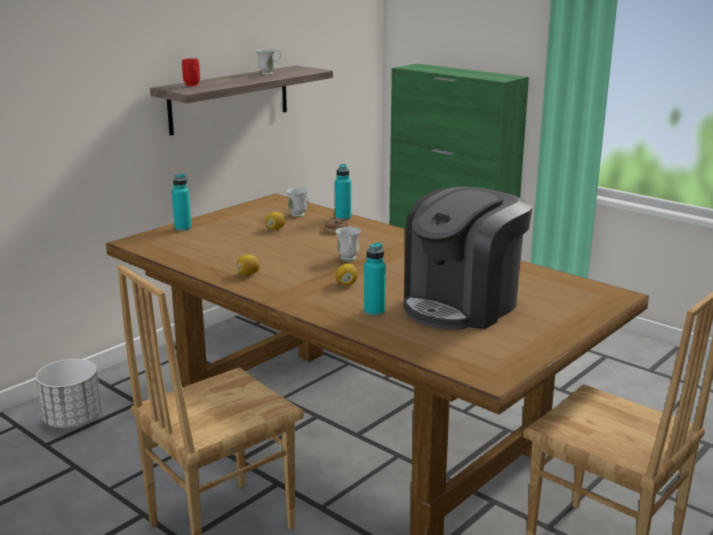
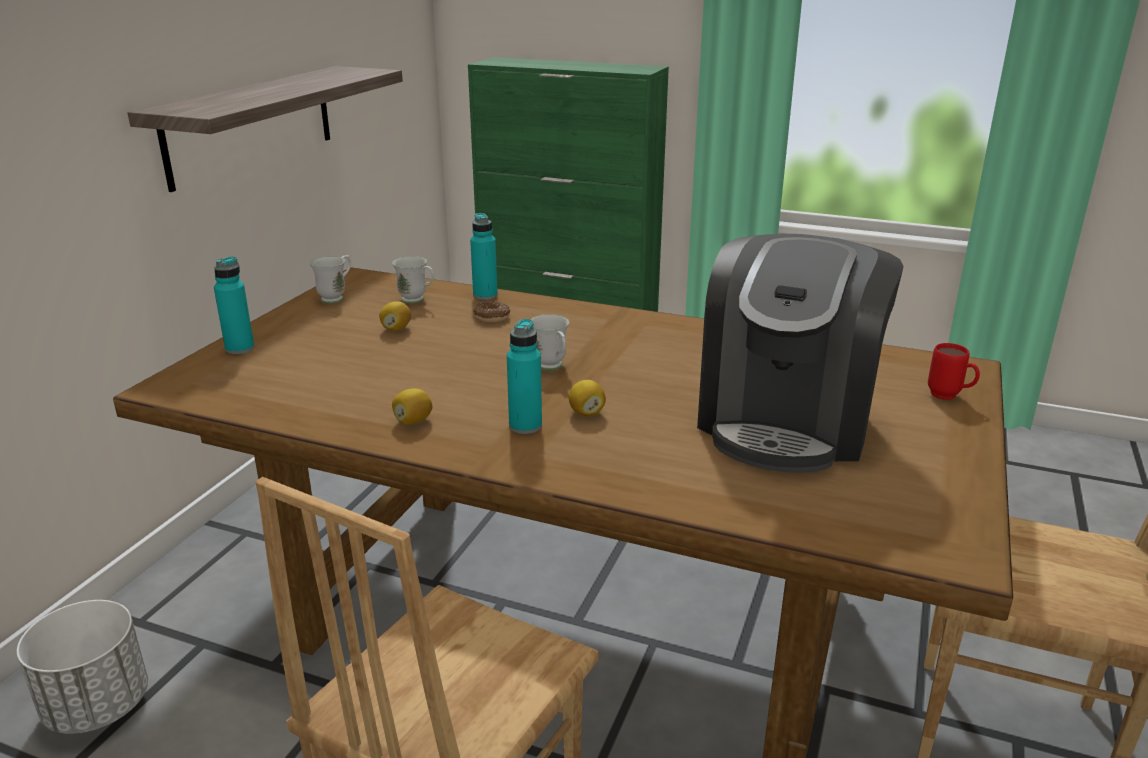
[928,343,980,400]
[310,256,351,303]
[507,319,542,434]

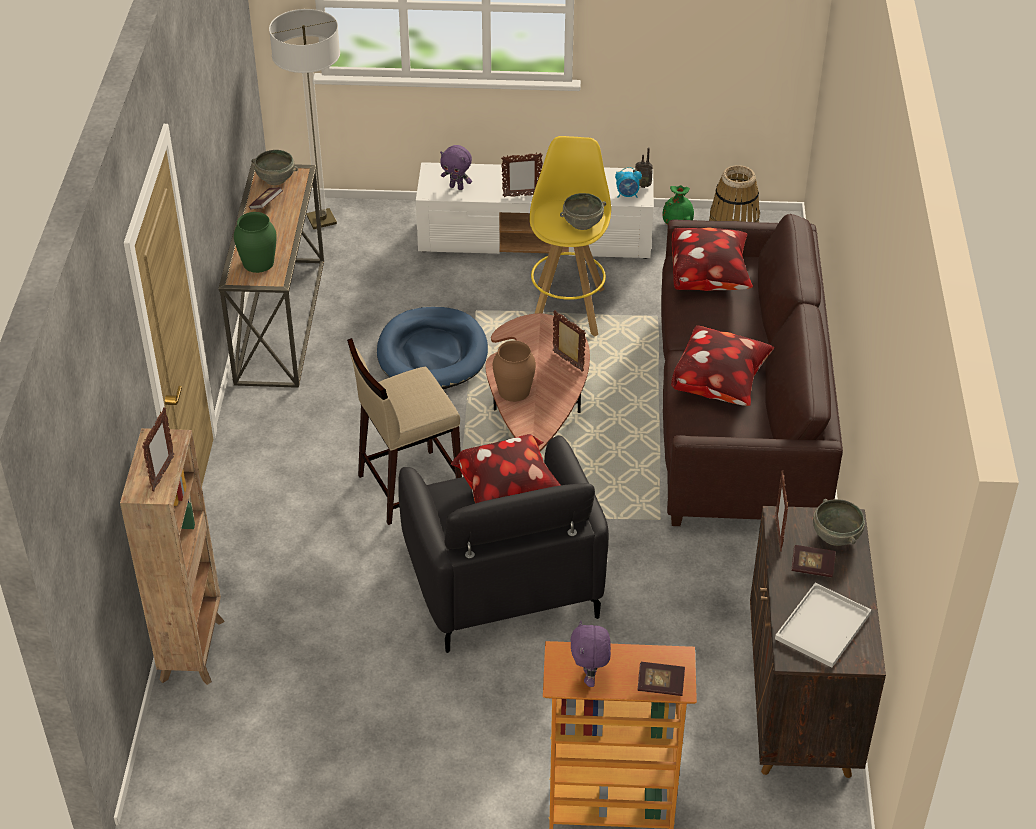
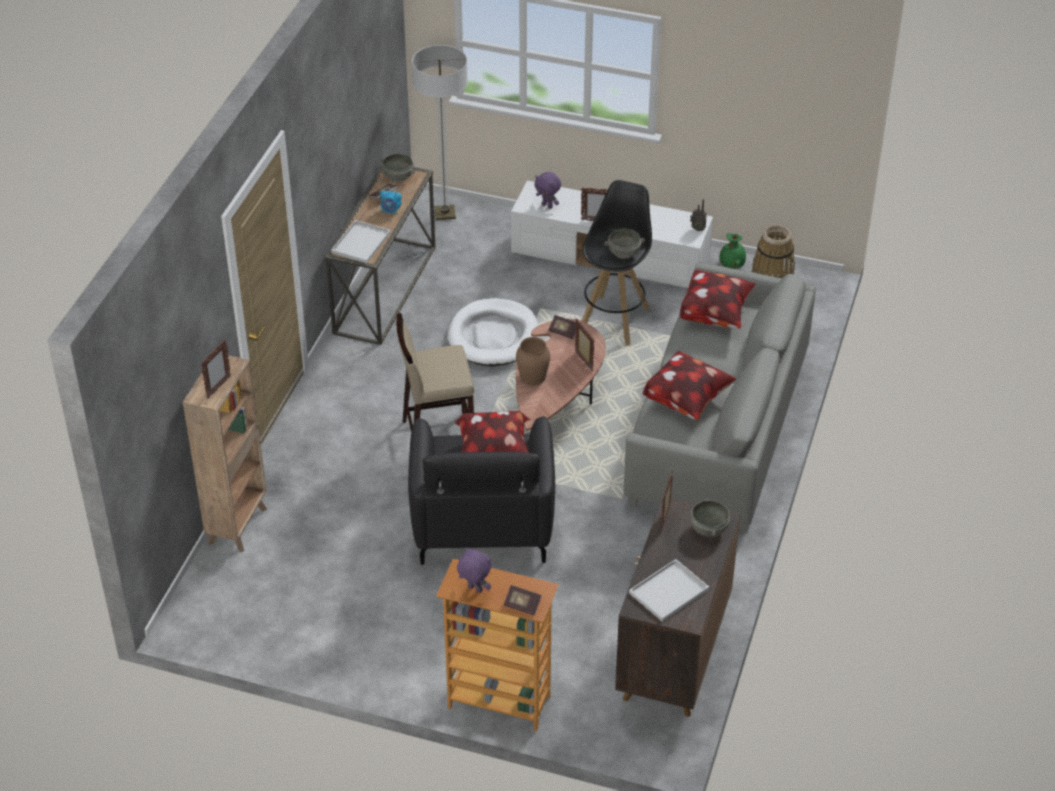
[331,220,391,263]
[448,298,538,366]
[582,180,652,346]
[457,547,492,593]
[380,188,402,215]
[624,262,816,532]
[548,315,576,339]

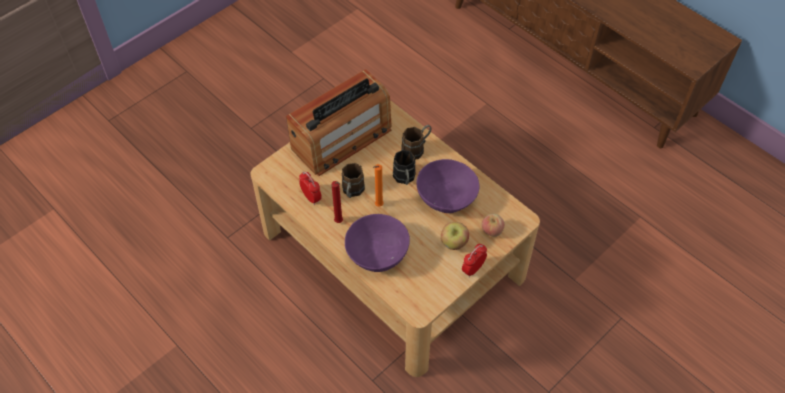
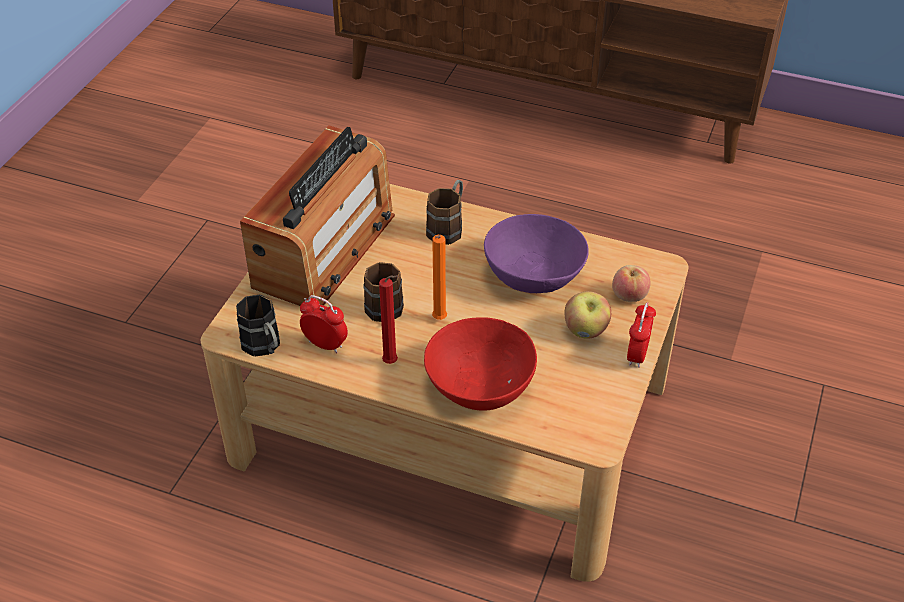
[424,317,537,410]
[236,295,280,357]

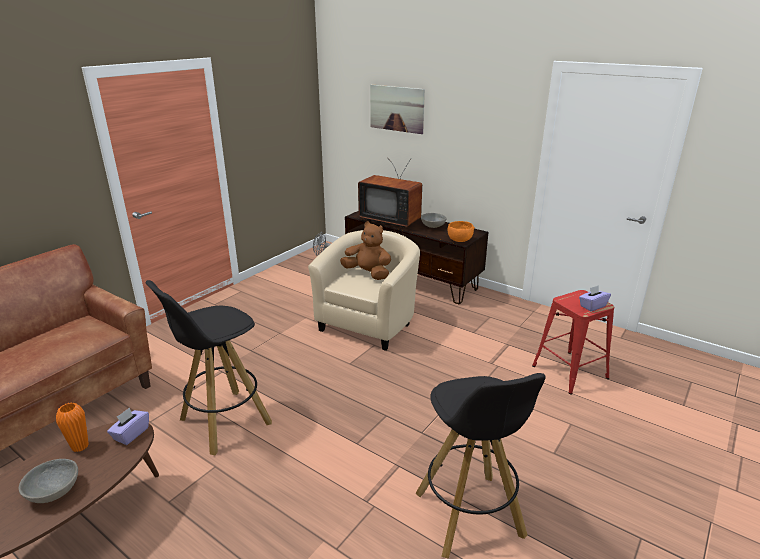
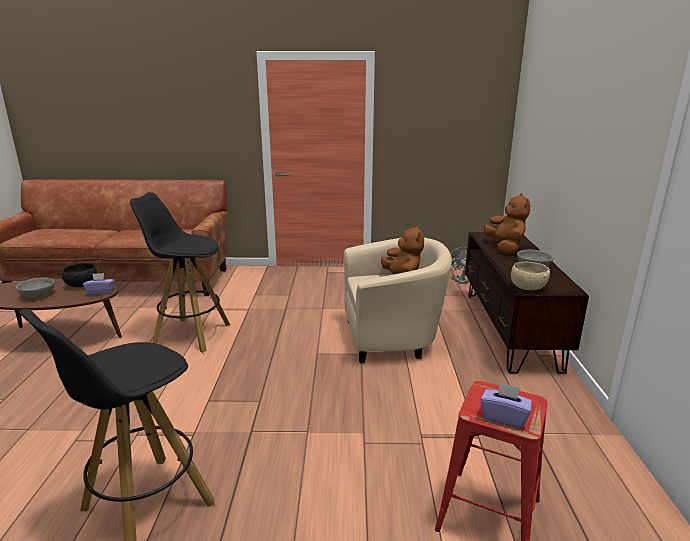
[62,263,97,287]
[484,193,530,254]
[370,84,425,134] (first image)
[511,262,550,290]

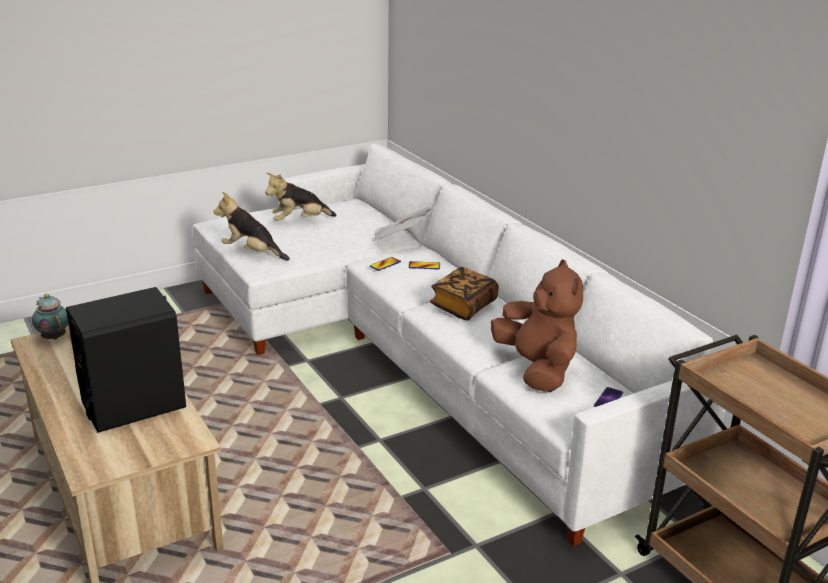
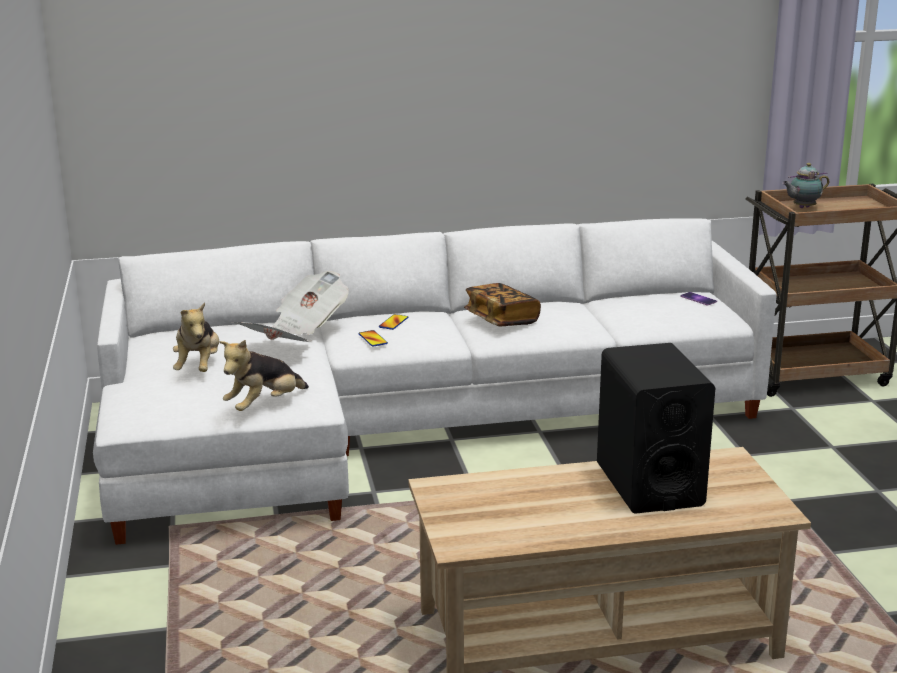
[782,163,829,208]
[491,259,583,392] (first image)
[230,322,311,342]

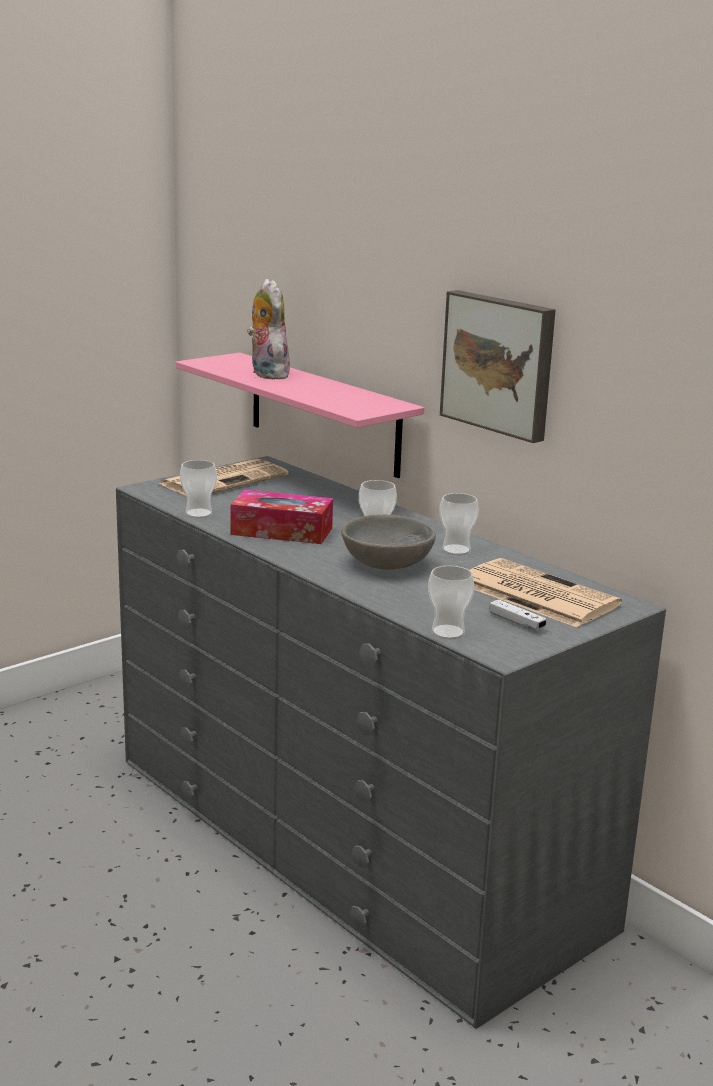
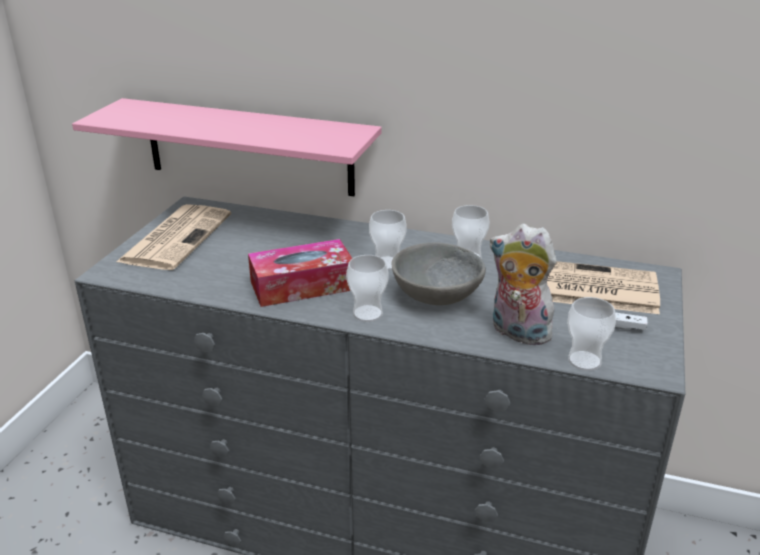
[346,255,389,322]
[489,224,557,345]
[440,290,556,443] (first image)

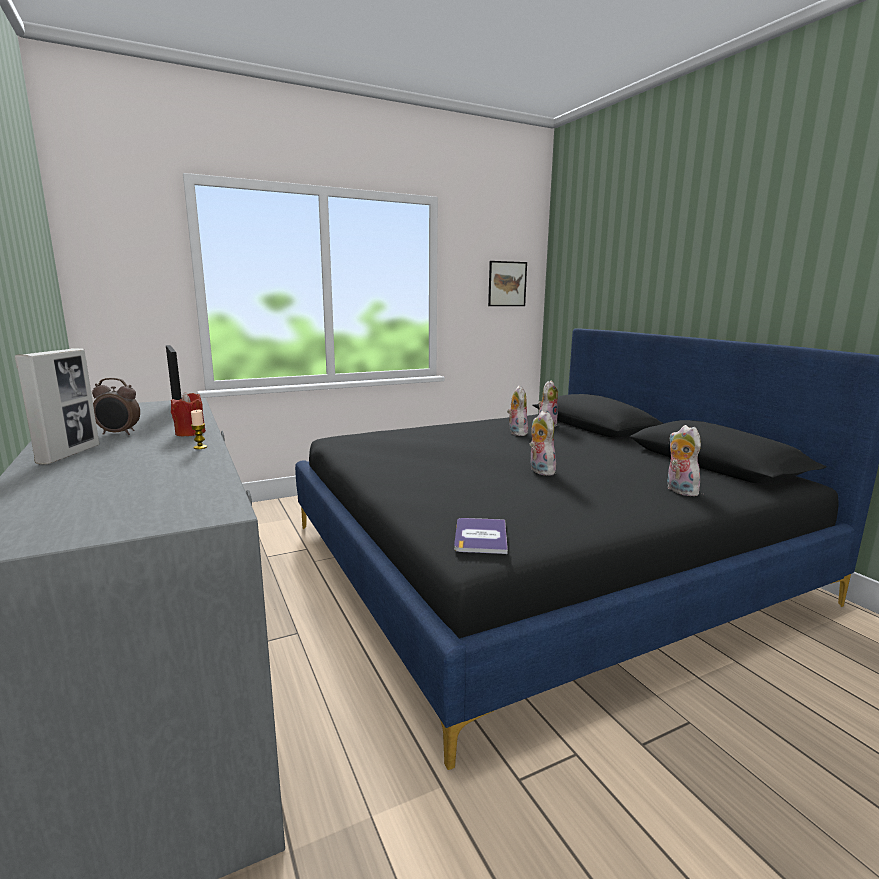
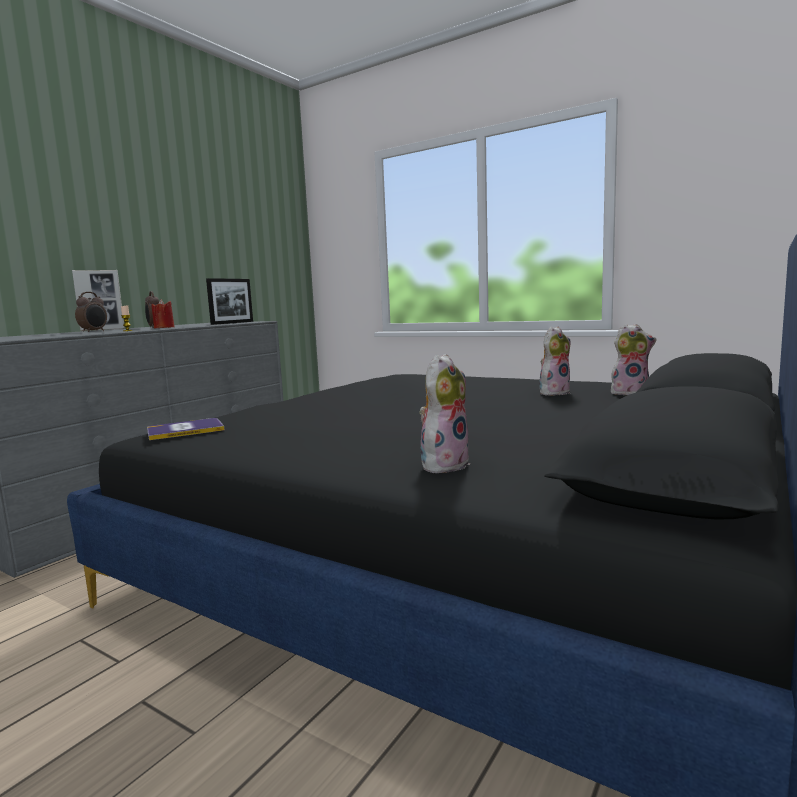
[488,261,527,306] (first image)
[529,411,556,476] (first image)
[75,292,107,332]

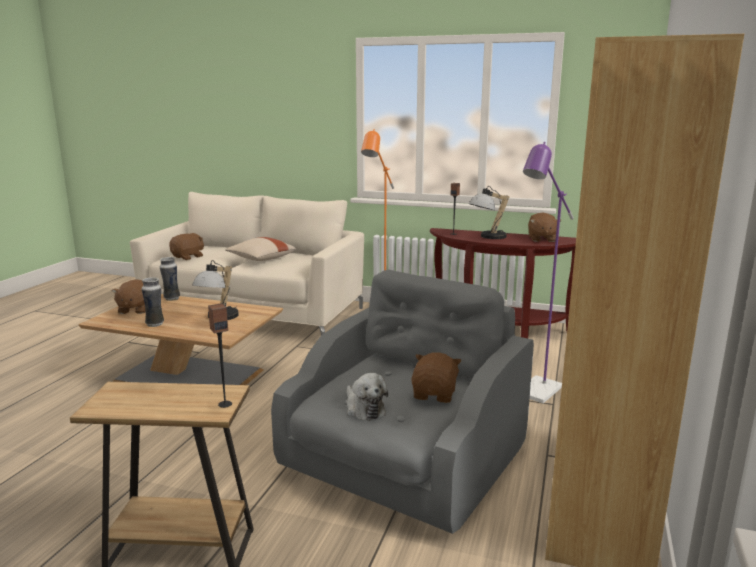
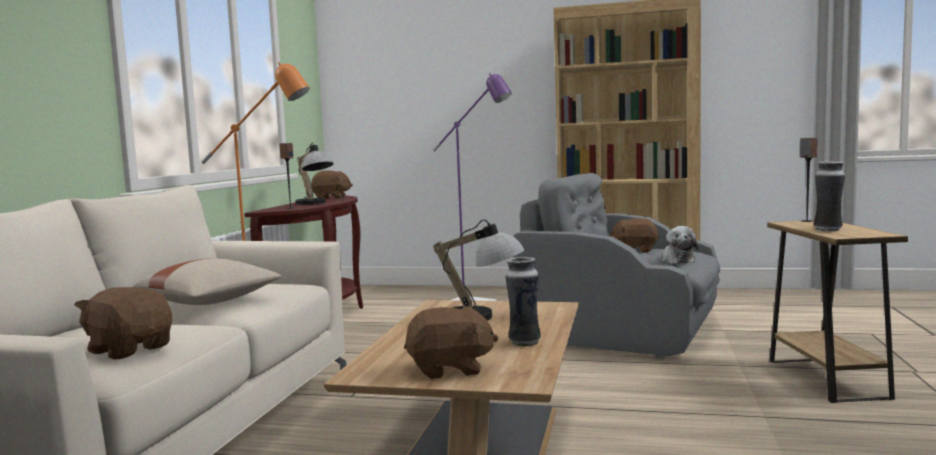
[814,161,845,232]
[662,226,699,264]

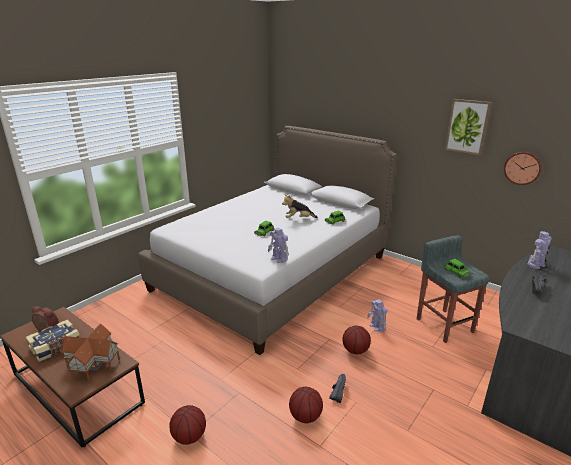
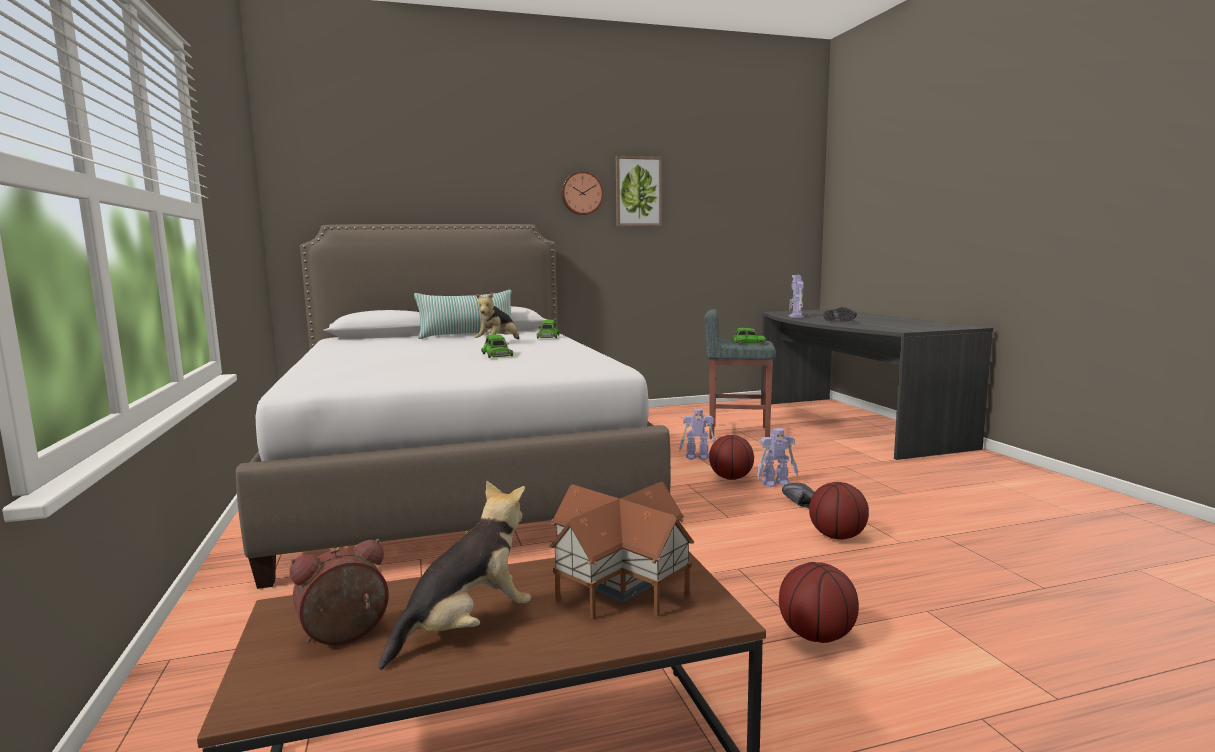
[378,481,531,670]
[757,428,798,487]
[561,171,604,215]
[414,290,512,339]

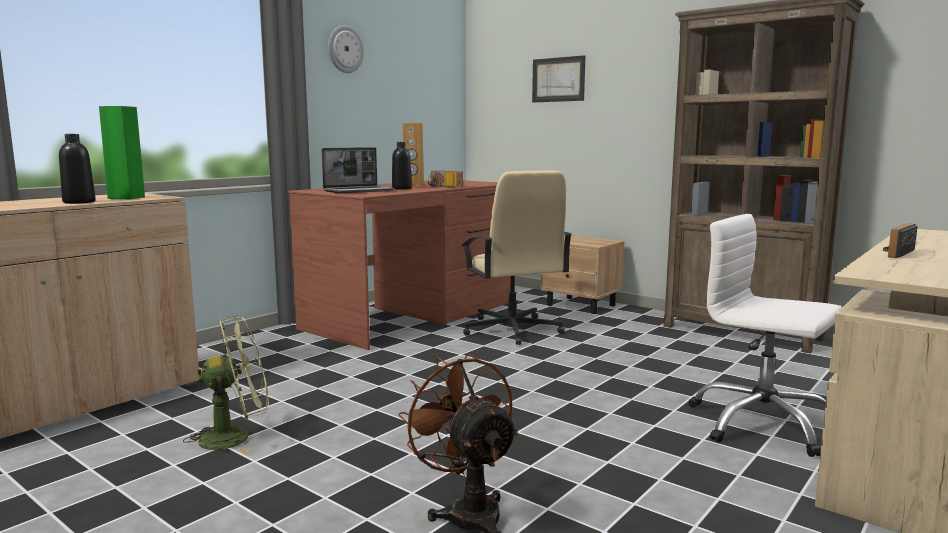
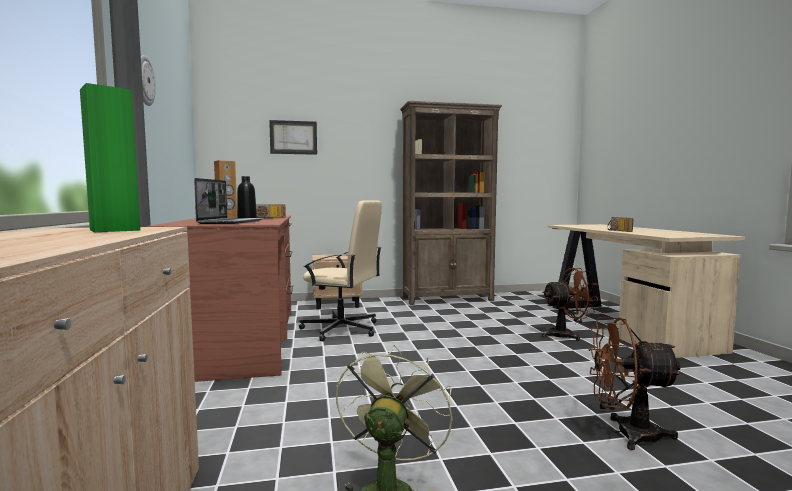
[59,134,96,204] (first image)
[542,268,599,341]

